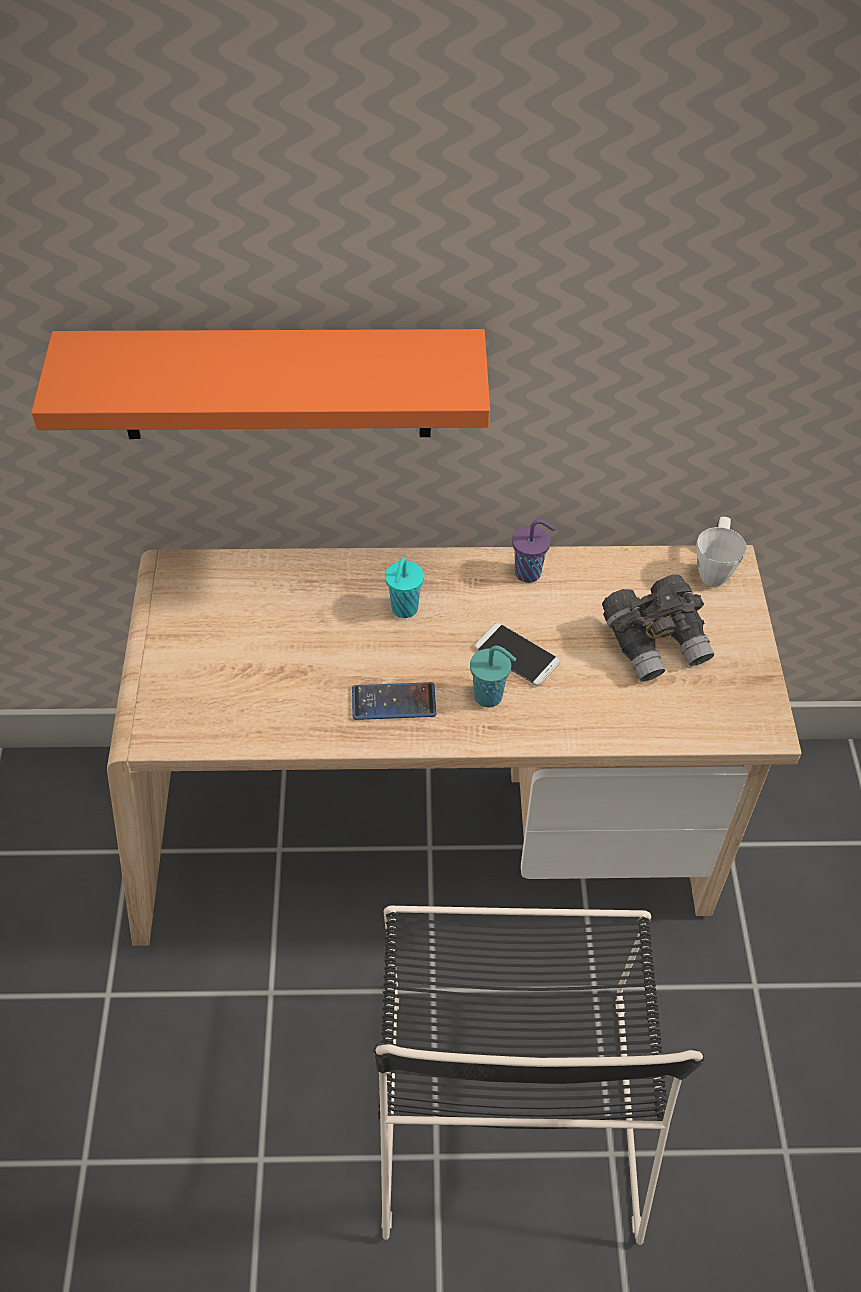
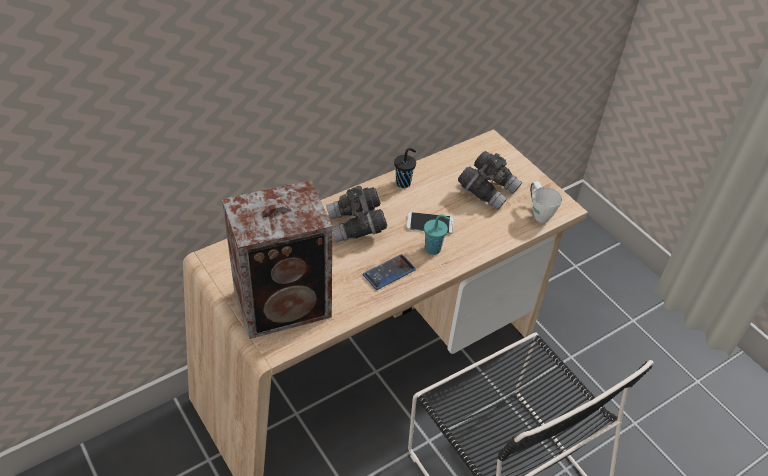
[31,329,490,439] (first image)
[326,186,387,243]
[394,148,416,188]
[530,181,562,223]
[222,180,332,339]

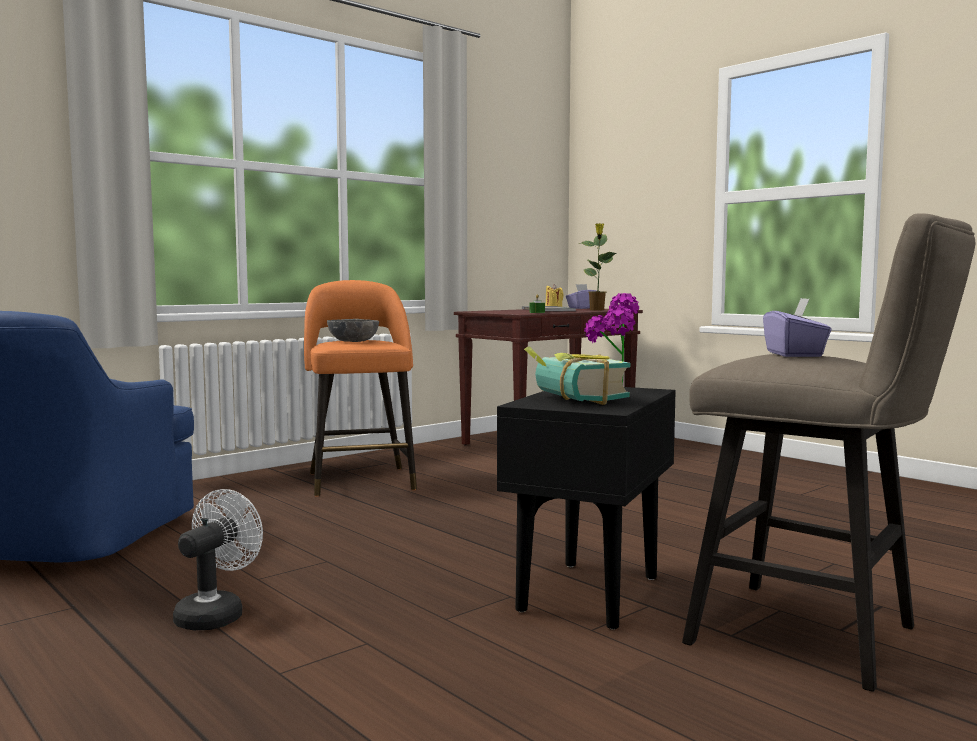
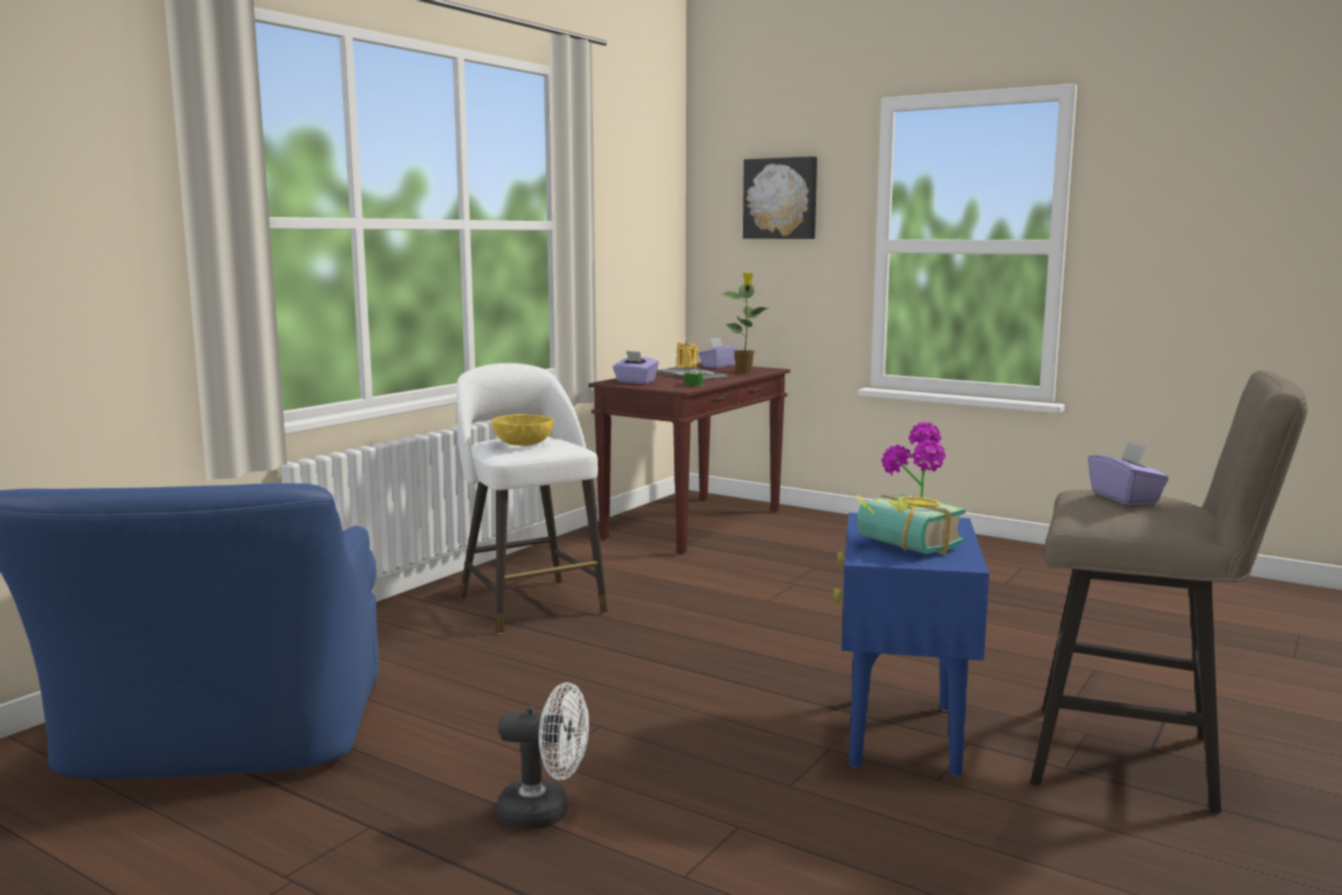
[497,682,589,829]
[456,363,608,634]
[492,414,554,446]
[833,513,989,777]
[613,351,659,384]
[743,156,817,239]

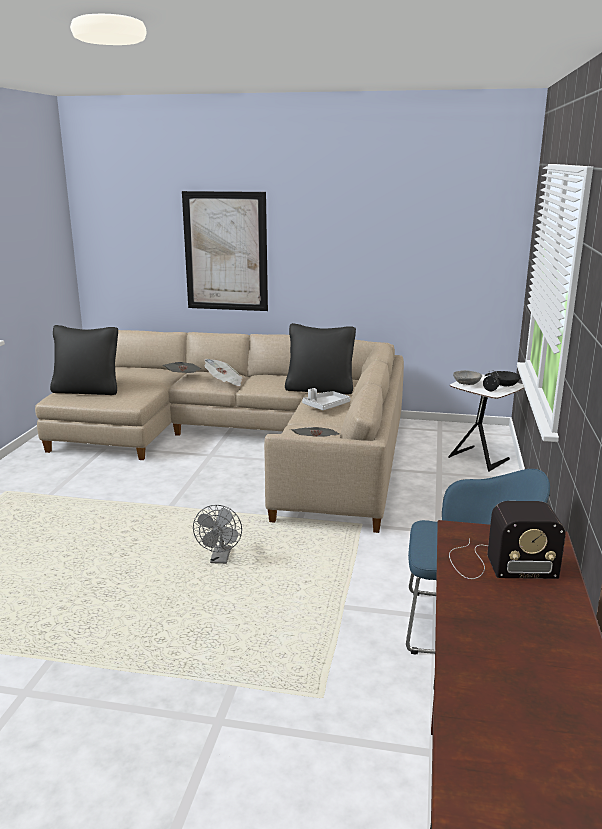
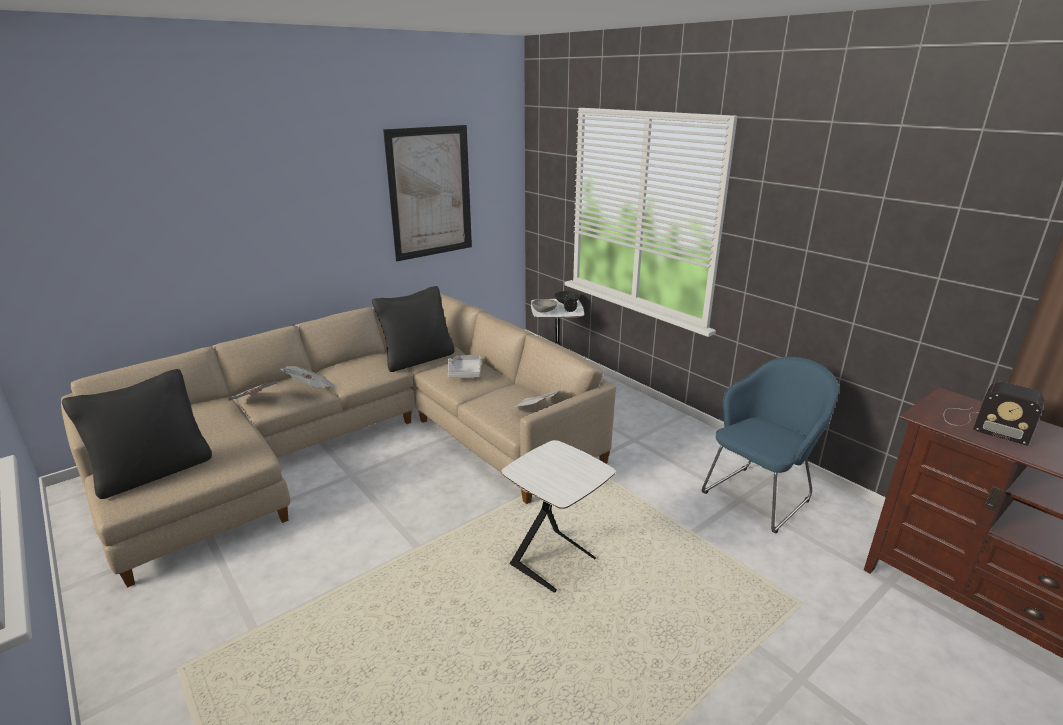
[383,125,472,261]
[501,440,615,593]
[943,382,1044,446]

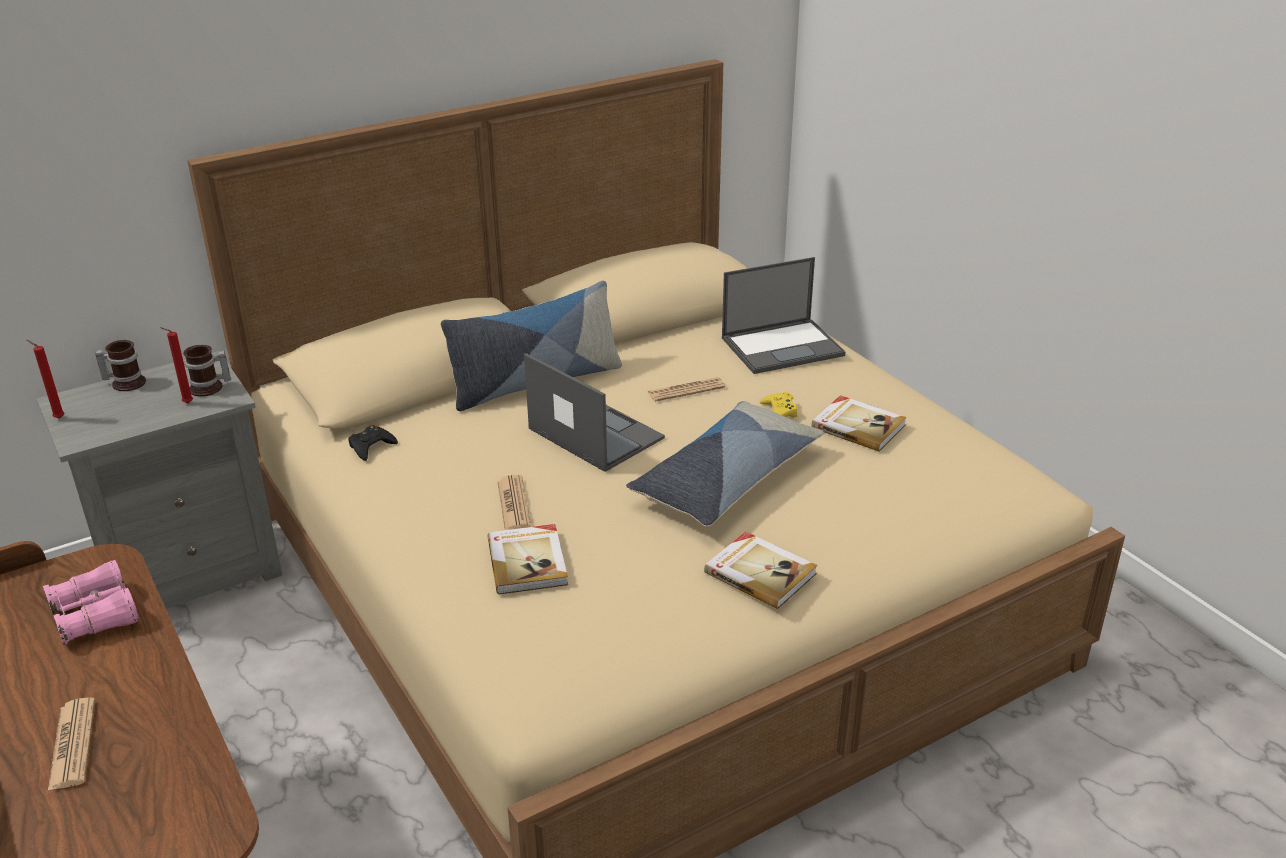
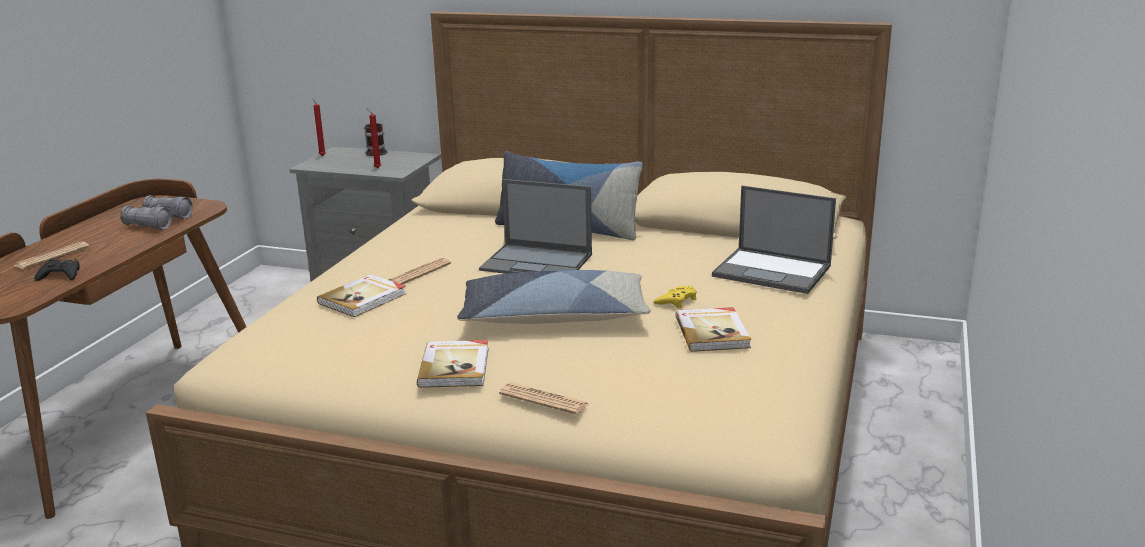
[120,195,193,230]
[183,345,231,397] (first image)
[34,259,80,281]
[479,179,592,274]
[499,383,589,415]

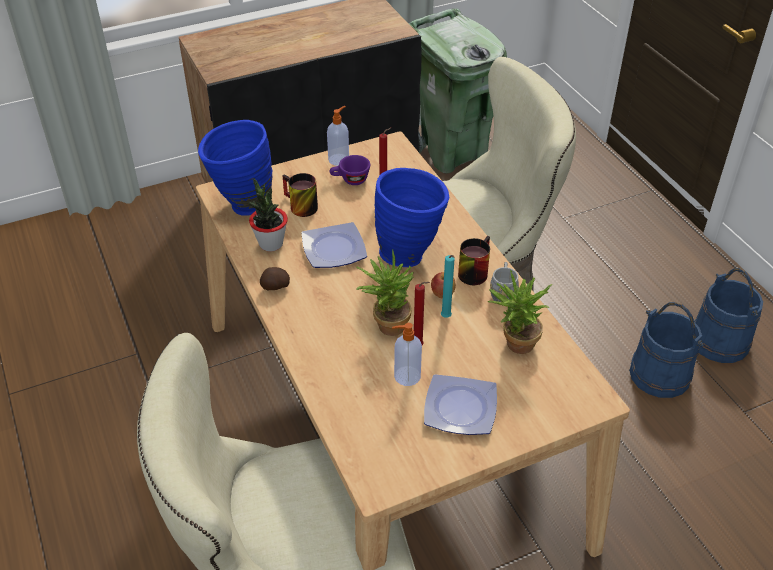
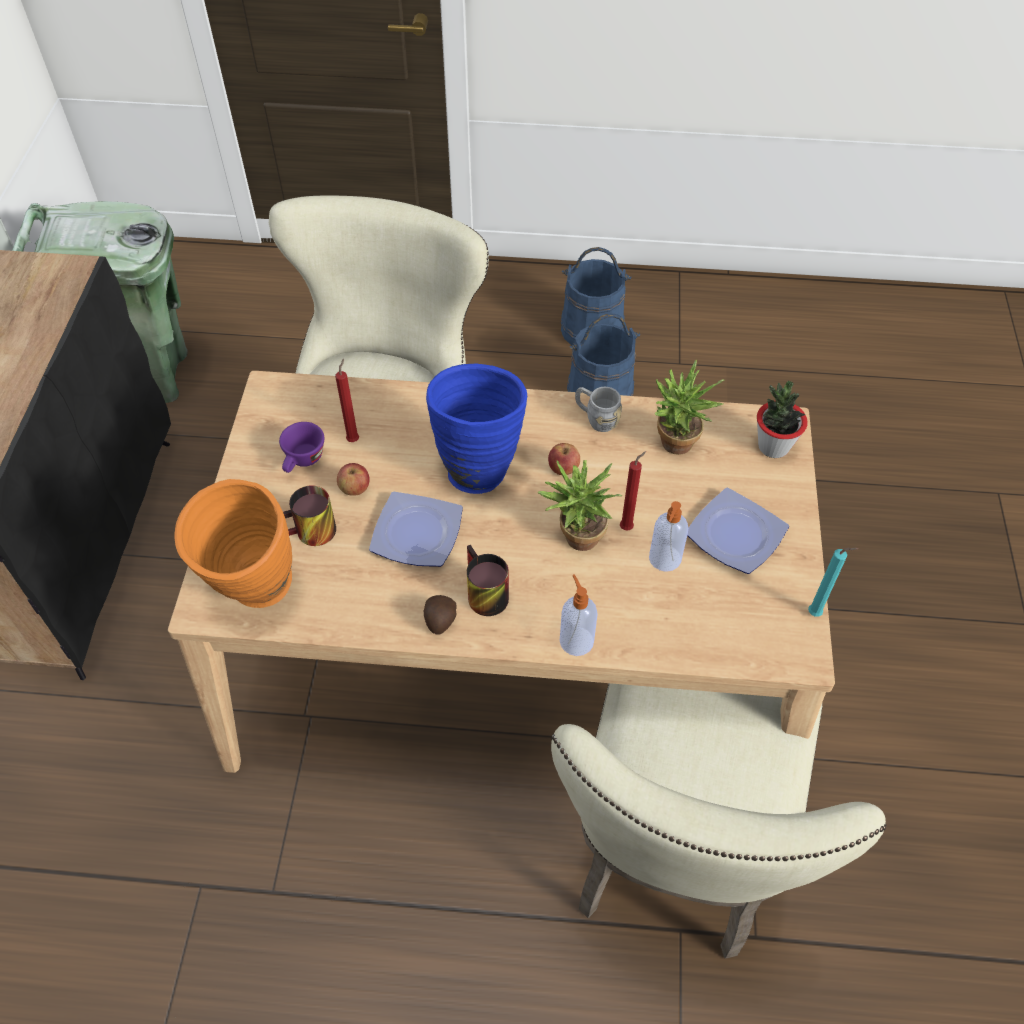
[175,479,292,608]
[757,381,808,458]
[560,574,598,656]
[808,548,858,617]
[467,545,509,616]
[337,463,369,496]

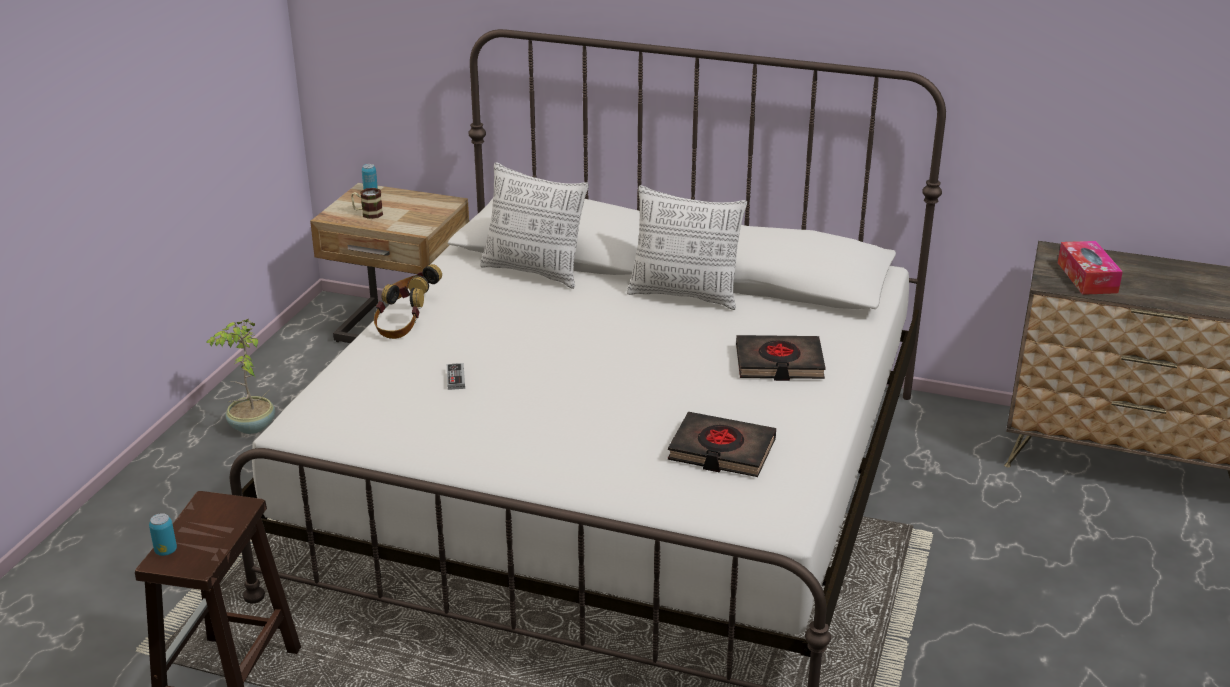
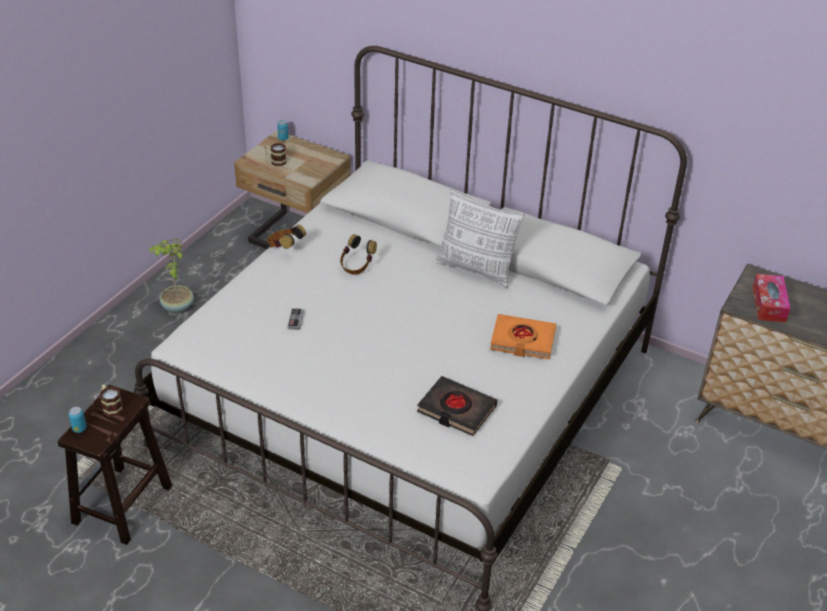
[340,234,377,275]
[480,162,589,289] (first image)
[490,314,556,359]
[100,384,123,417]

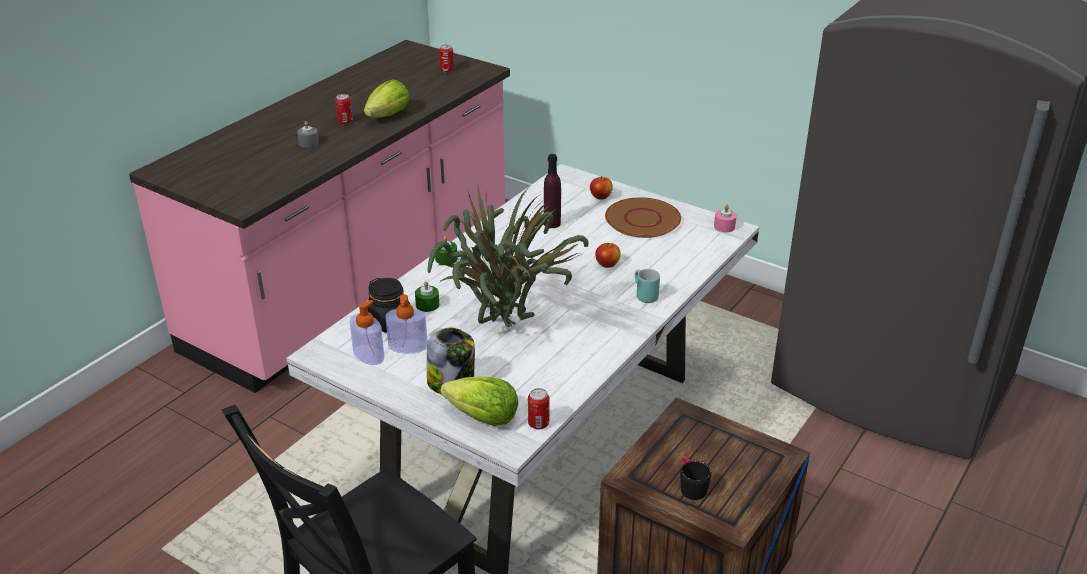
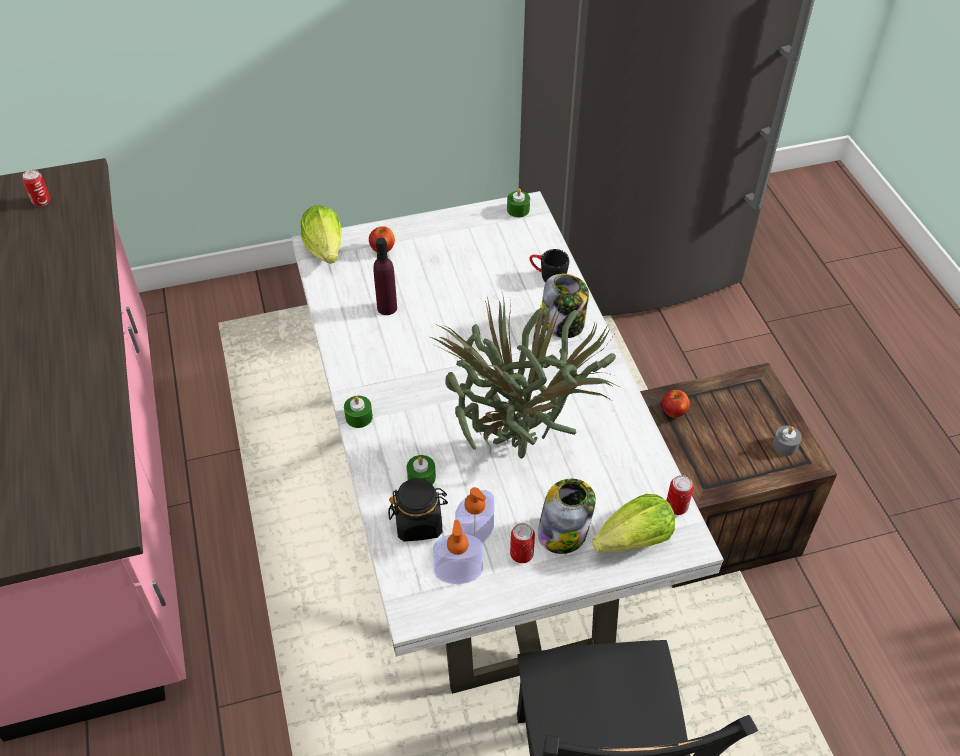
[772,426,802,456]
[510,523,535,563]
[300,205,342,264]
[662,390,689,418]
[605,197,681,238] (first image)
[542,274,589,338]
[529,249,569,282]
[507,188,530,217]

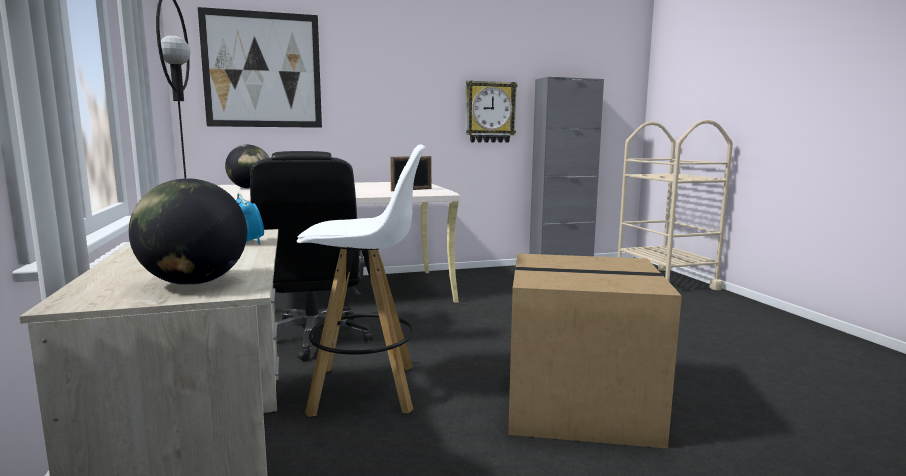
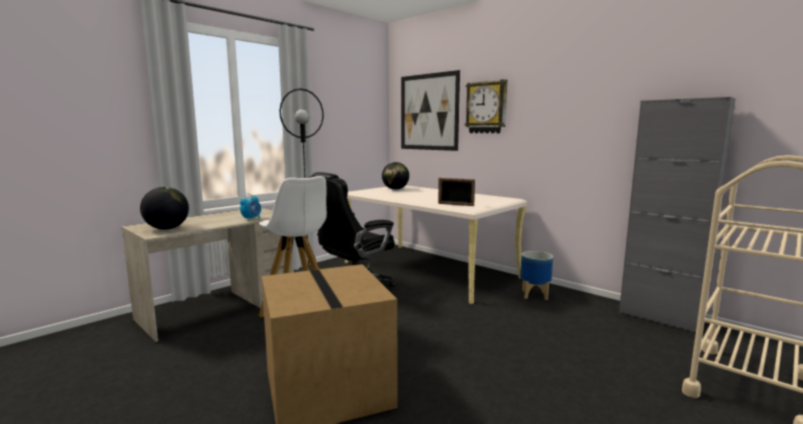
[465,79,507,133]
[520,251,553,300]

